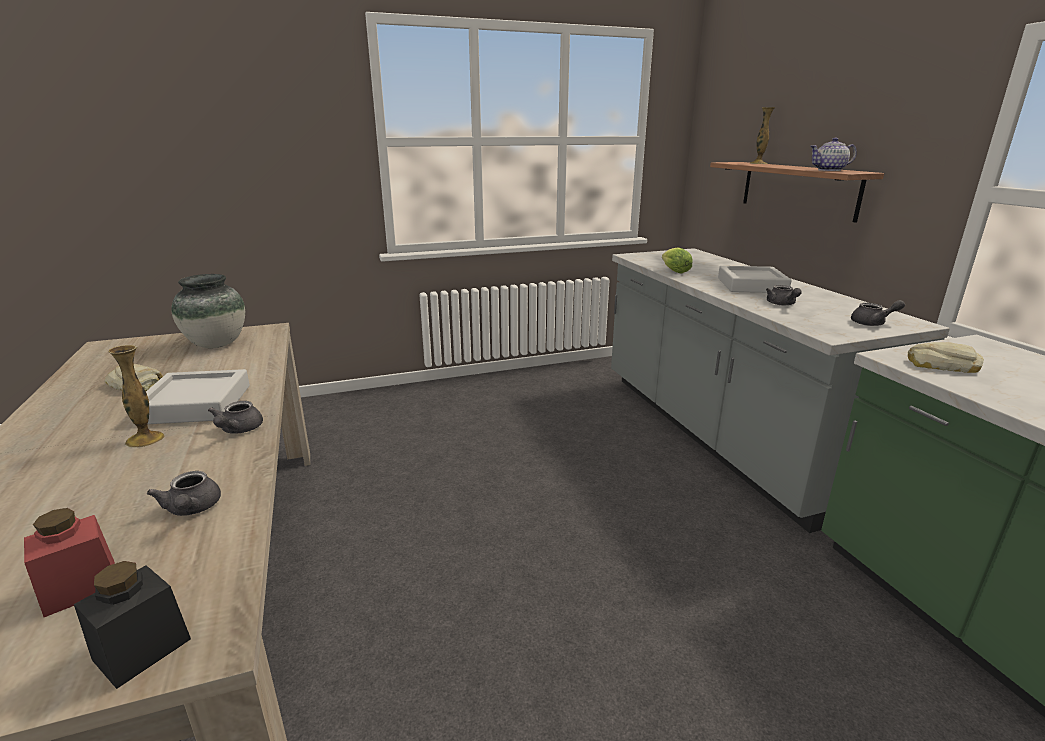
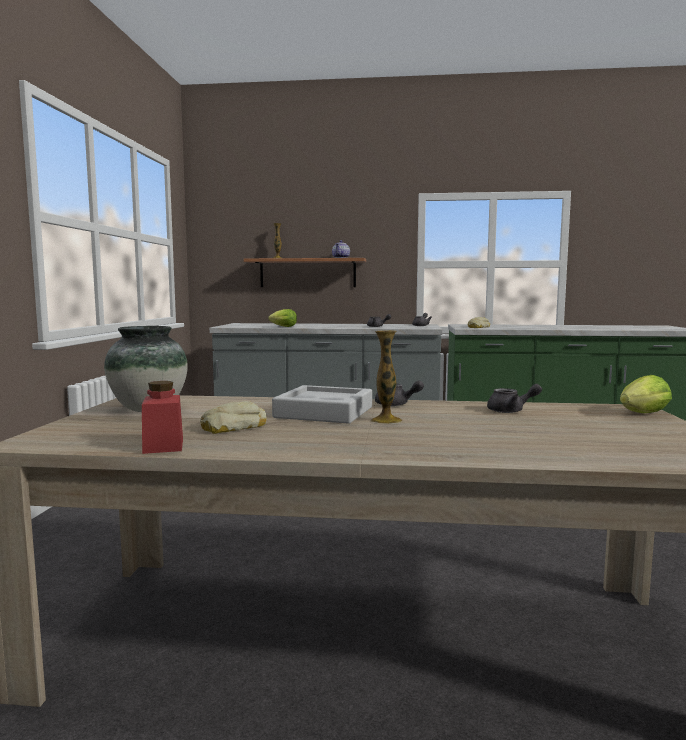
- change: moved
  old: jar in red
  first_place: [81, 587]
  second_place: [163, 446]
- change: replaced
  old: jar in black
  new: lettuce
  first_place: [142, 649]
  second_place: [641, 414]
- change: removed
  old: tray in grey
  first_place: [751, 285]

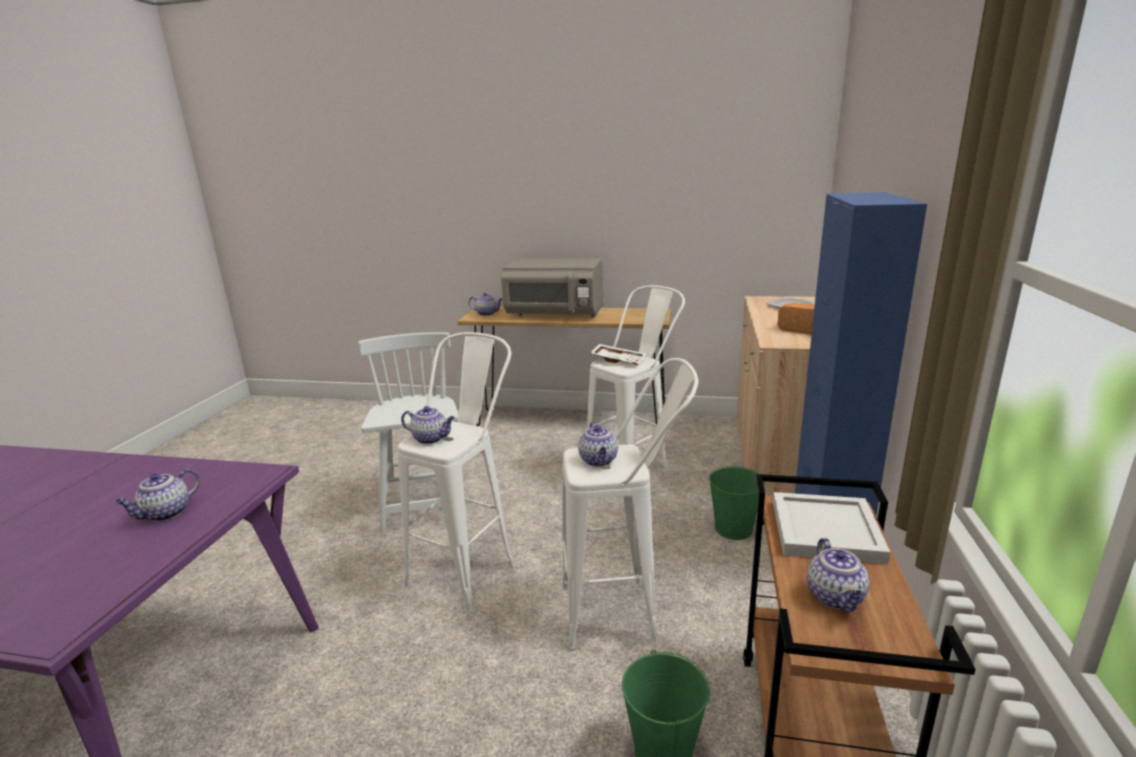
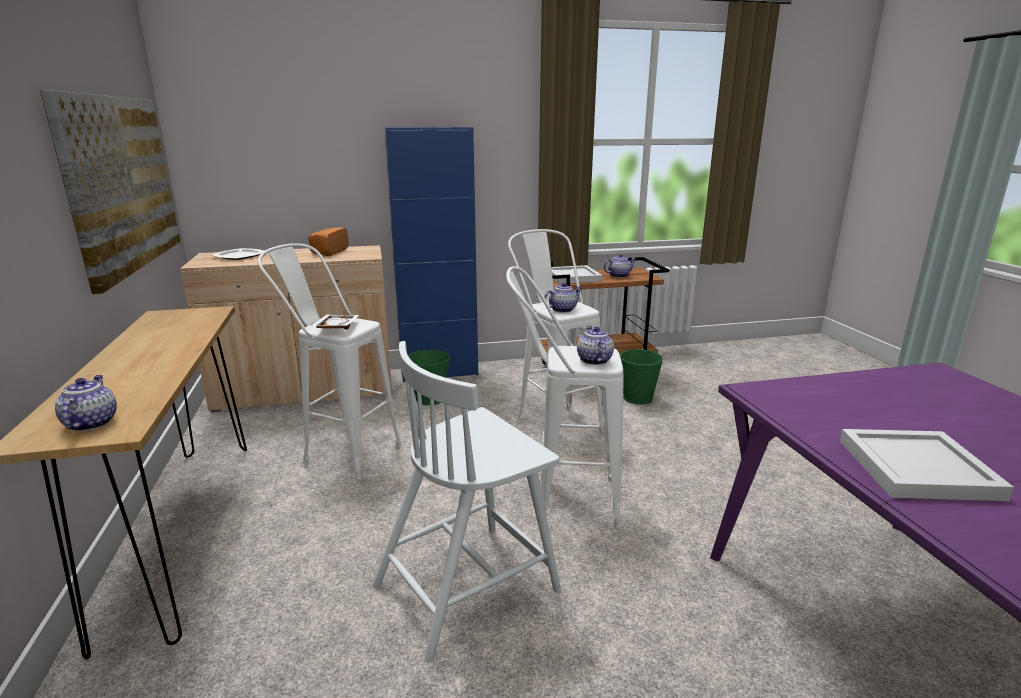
- change: added
  new: picture
  second_place: [121, 183]
- change: added
  new: tray in white
  second_place: [914, 467]
- change: removed
  old: teapot
  first_place: [165, 514]
- change: removed
  old: microwave in grey
  first_place: [555, 314]

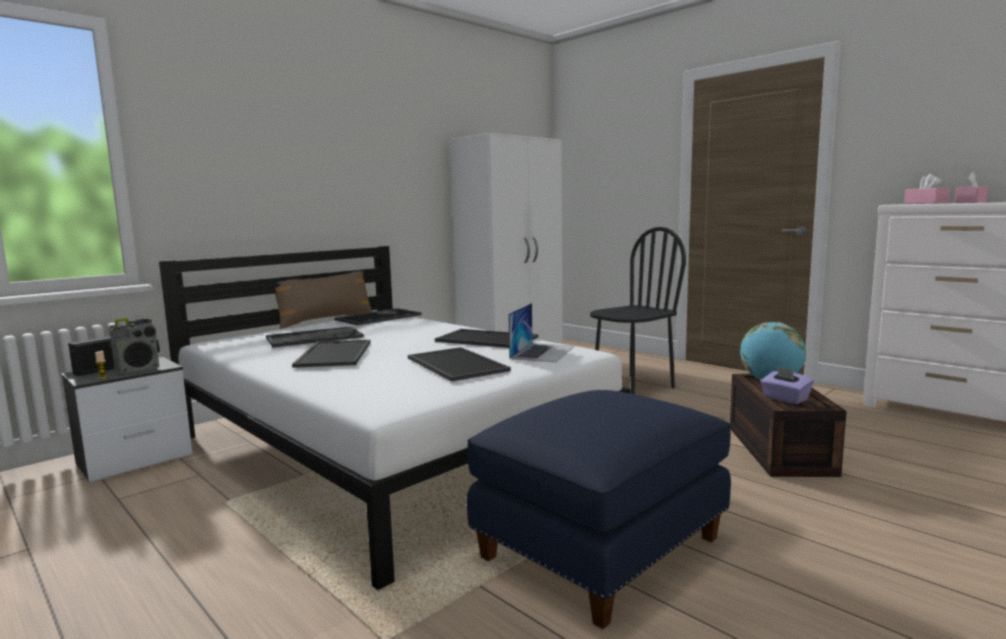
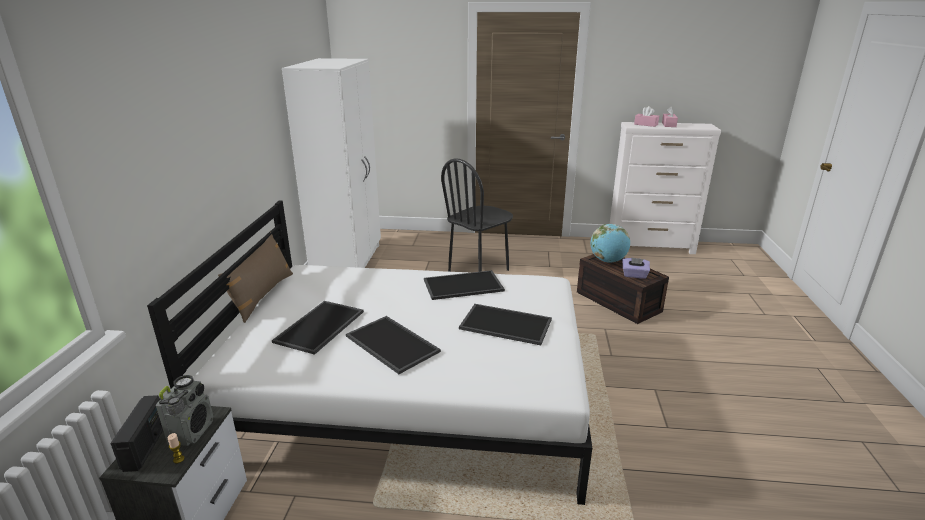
- change: turned
  old: chair in black
  first_place: [632, 387]
  second_place: [479, 271]
  degrees: -150
- change: removed
  old: tray
  first_place: [378, 317]
- change: removed
  old: ottoman in blue
  first_place: [600, 547]
- change: removed
  old: laptop
  first_place: [543, 352]

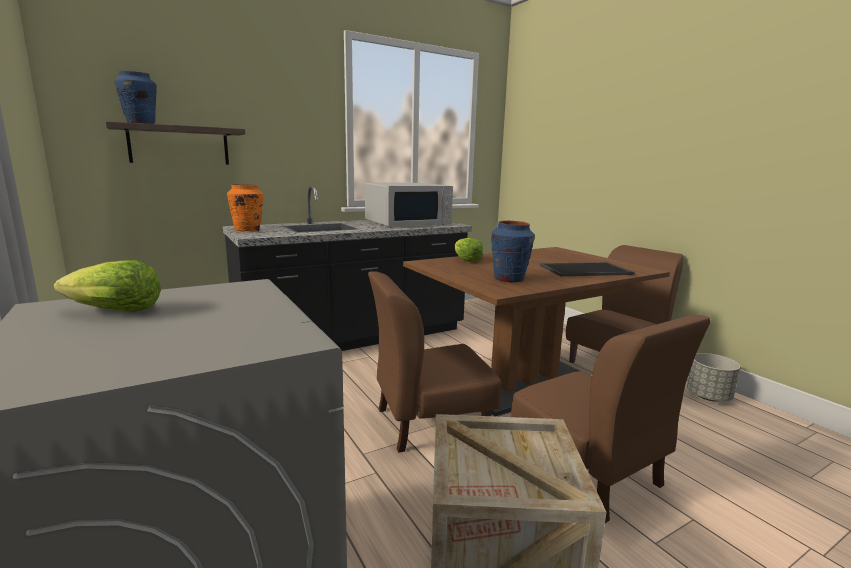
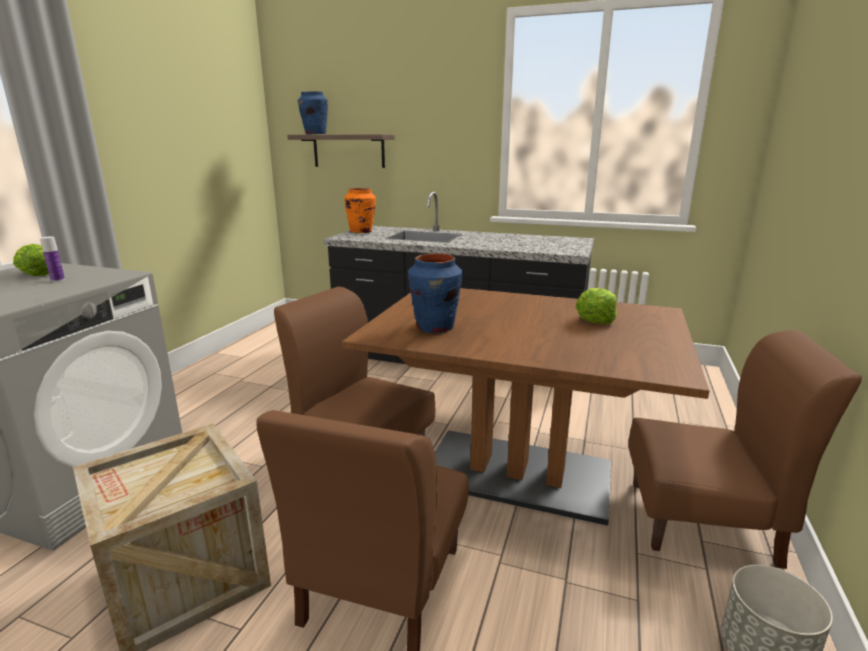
- change: added
  new: bottle
  second_place: [57, 280]
- change: moved
  old: lettuce
  first_place: [466, 260]
  second_place: [595, 319]
- change: removed
  old: microwave in white
  first_place: [408, 223]
- change: removed
  old: tray
  first_place: [585, 269]

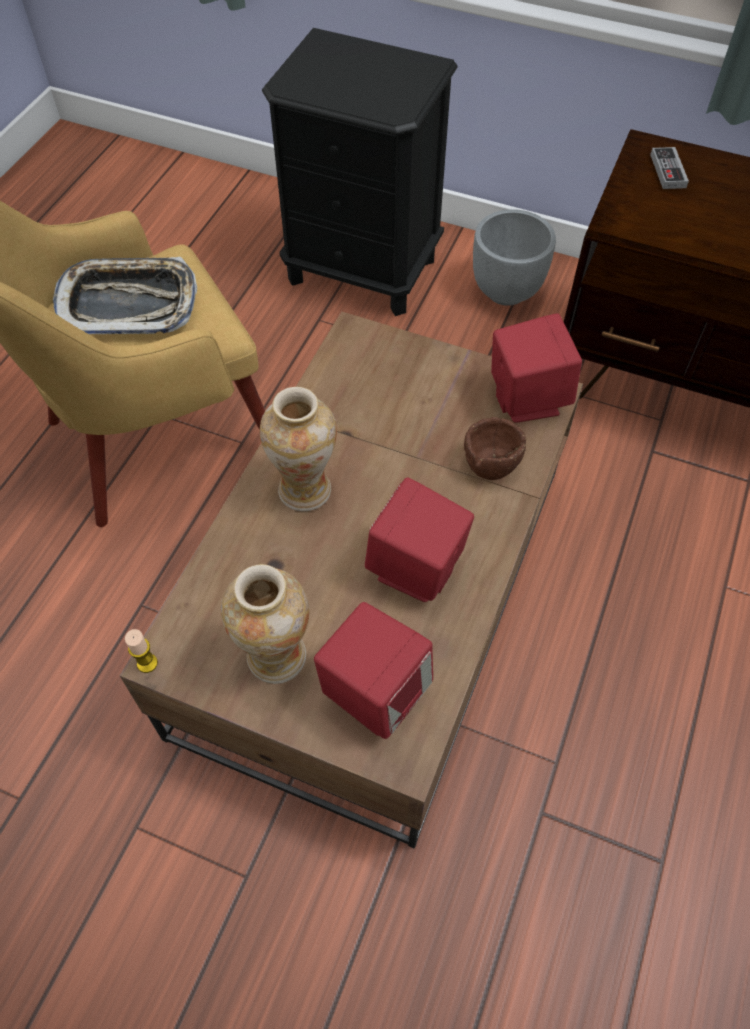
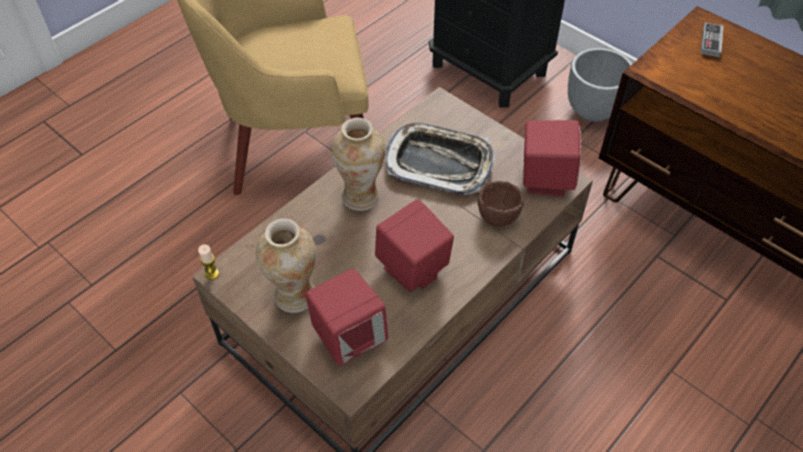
- change: moved
  old: tray
  first_place: [128, 304]
  second_place: [439, 163]

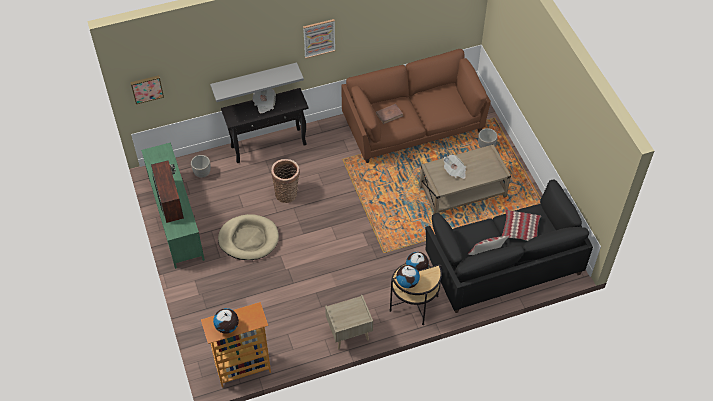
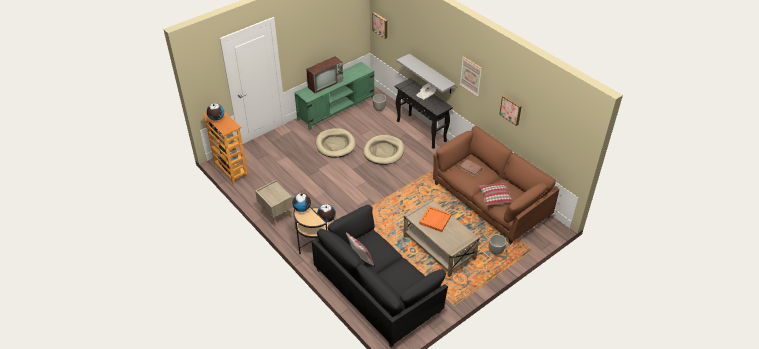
- change: replaced
  old: basket
  new: dog bed in beige
  first_place: [287, 193]
  second_place: [384, 151]
- change: replaced
  old: newspaper
  new: tray in orange
  first_place: [454, 171]
  second_place: [435, 220]
- change: moved
  old: pillow
  first_place: [520, 230]
  second_place: [494, 197]
- change: added
  new: picture
  second_place: [511, 109]

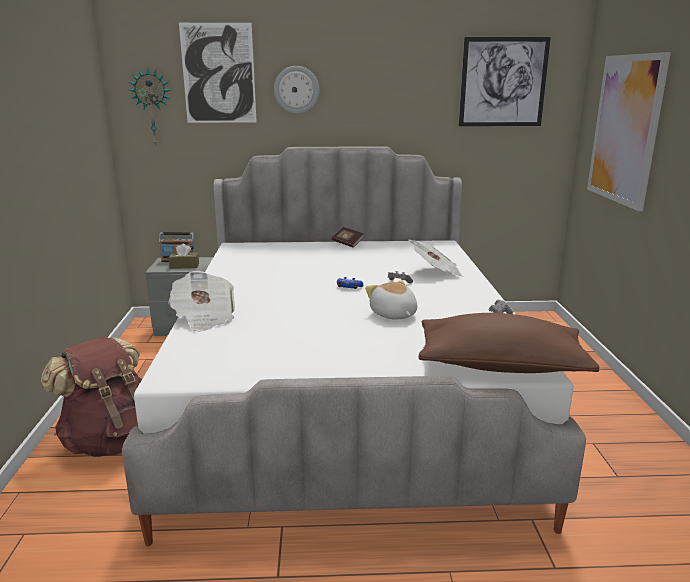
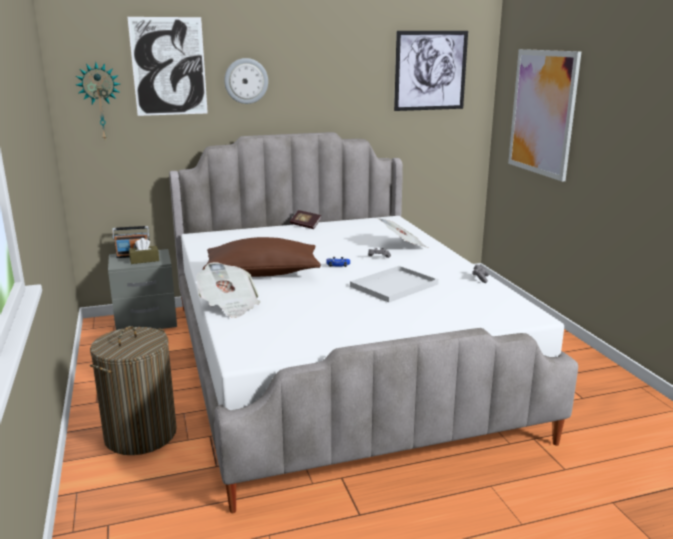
- change: replaced
  old: backpack in brown
  new: laundry basket
  first_place: [113, 441]
  second_place: [140, 434]
- change: moved
  old: pillow in brown
  first_place: [500, 365]
  second_place: [262, 273]
- change: replaced
  old: plush toy
  new: tray in white
  first_place: [393, 315]
  second_place: [393, 286]

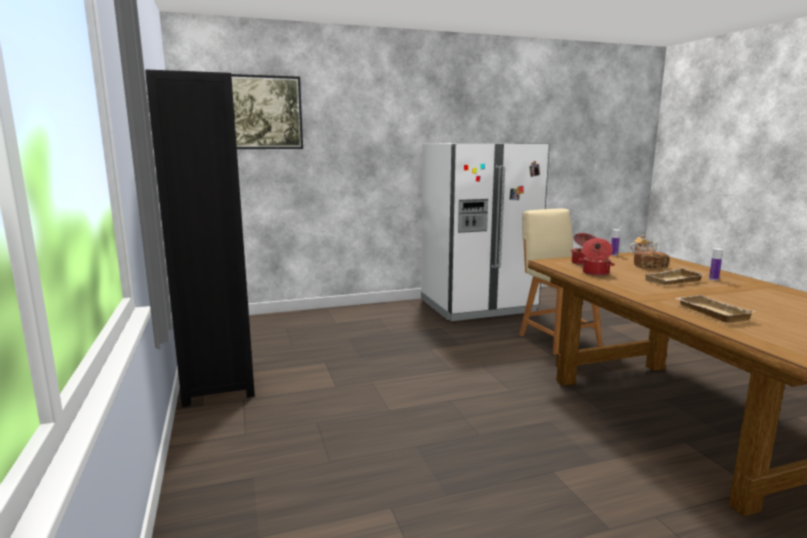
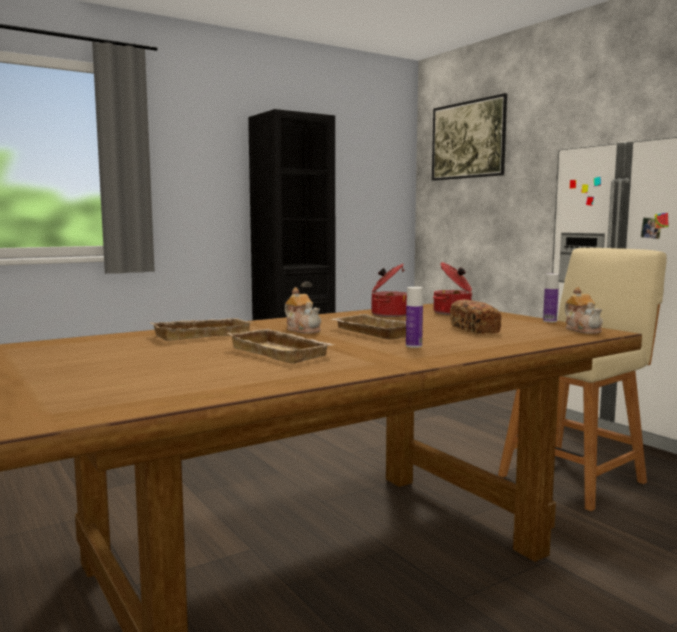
- change: added
  new: tray in beige
  second_place: [282, 352]
- change: added
  new: teapot
  second_place: [303, 330]

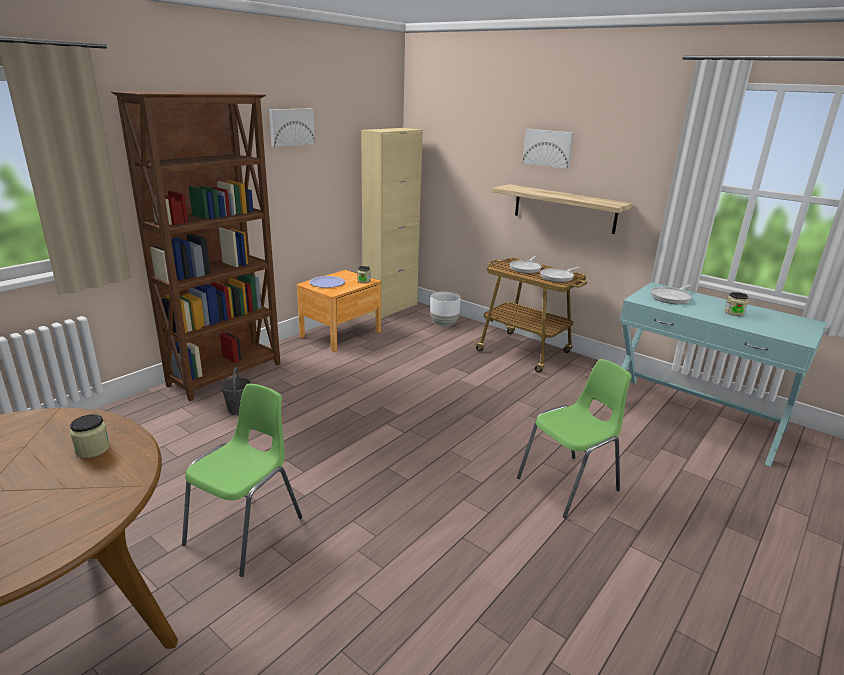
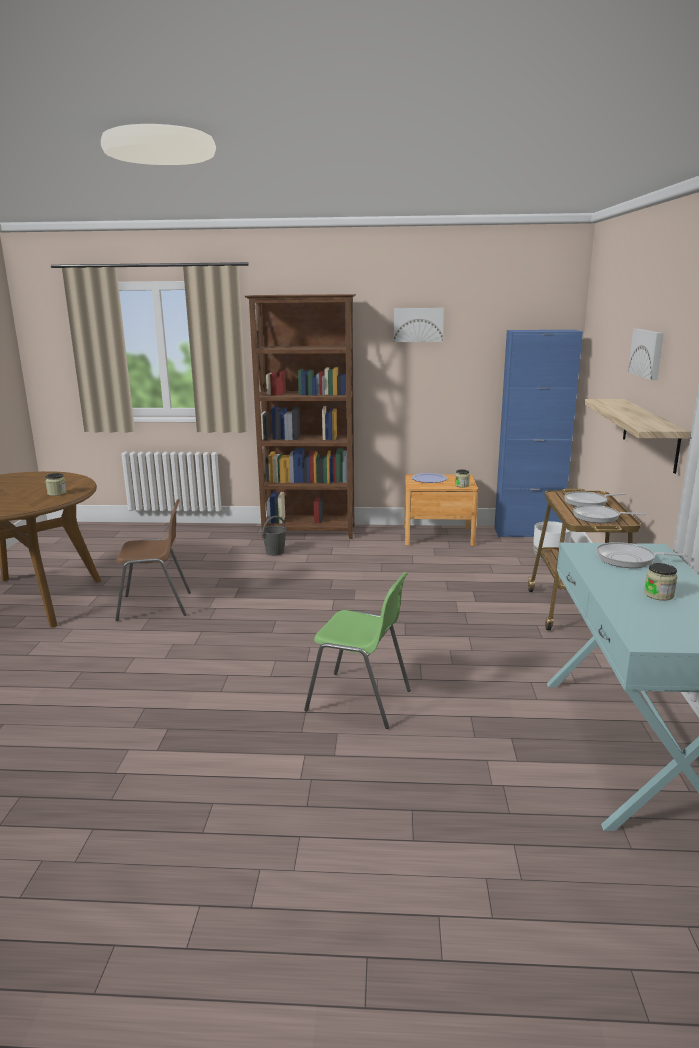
- change: recoloured
  old: chair in green
  new: chair in brown
  first_place: [246, 531]
  second_place: [155, 606]
- change: recoloured
  old: cabinet in beige
  new: cabinet in blue
  first_place: [390, 308]
  second_place: [527, 533]

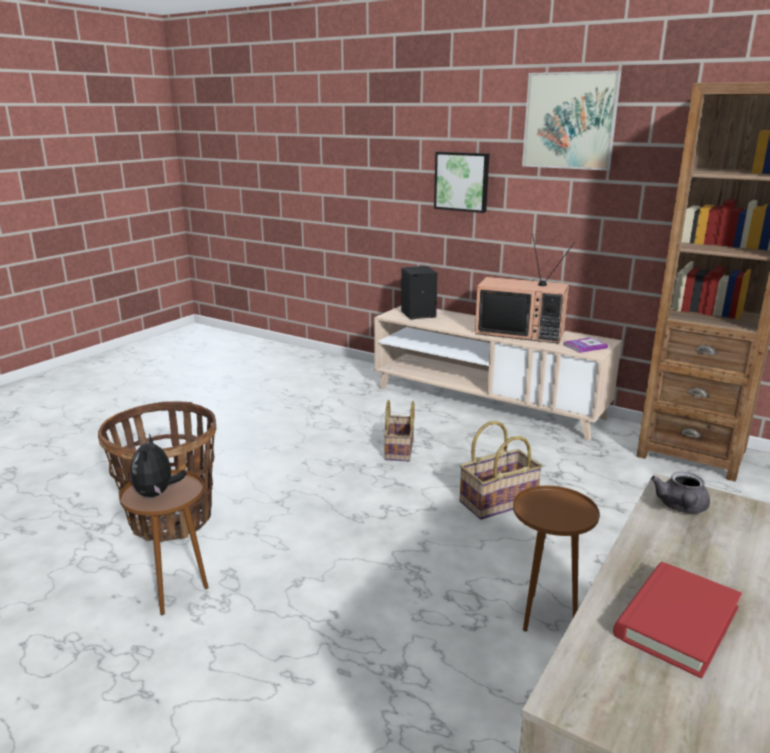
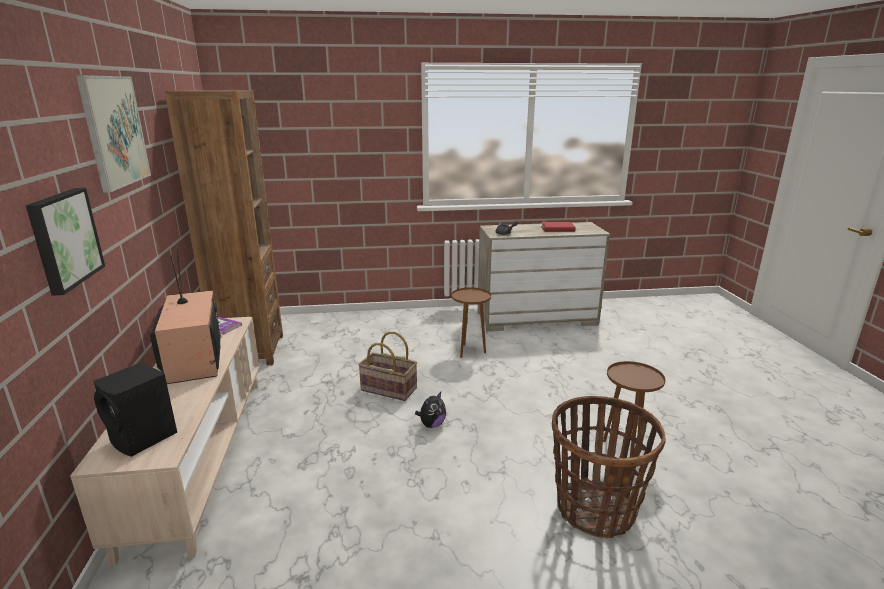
- change: moved
  old: plush toy
  first_place: [157, 493]
  second_place: [432, 425]
- change: removed
  old: basket
  first_place: [400, 450]

